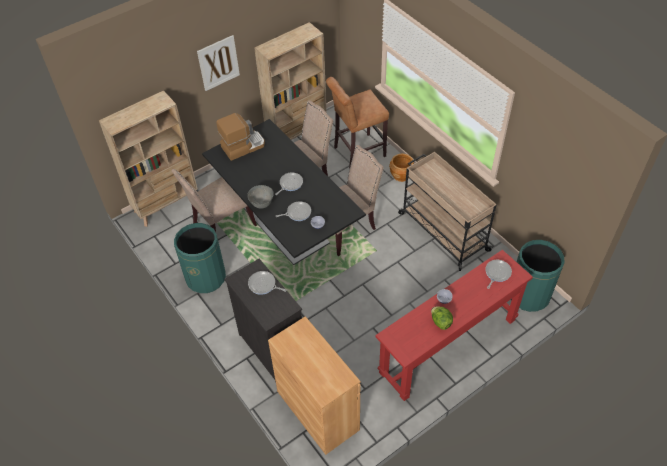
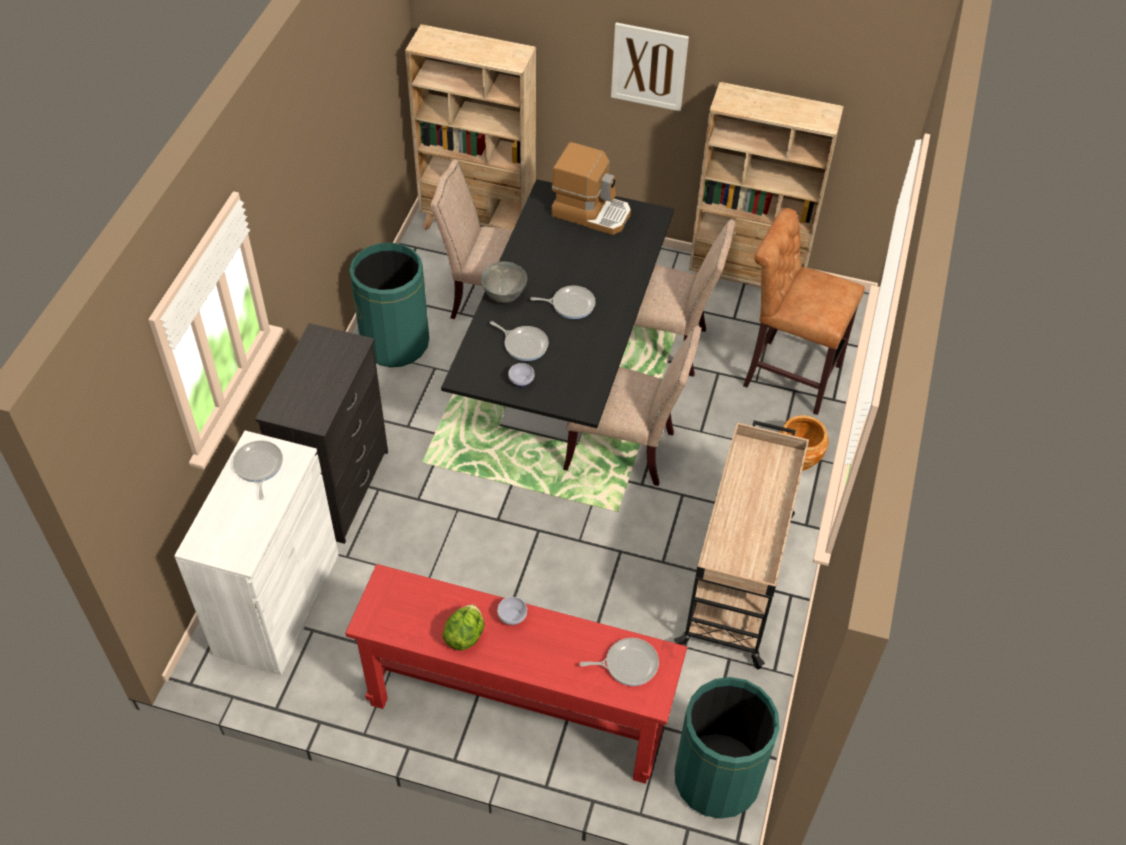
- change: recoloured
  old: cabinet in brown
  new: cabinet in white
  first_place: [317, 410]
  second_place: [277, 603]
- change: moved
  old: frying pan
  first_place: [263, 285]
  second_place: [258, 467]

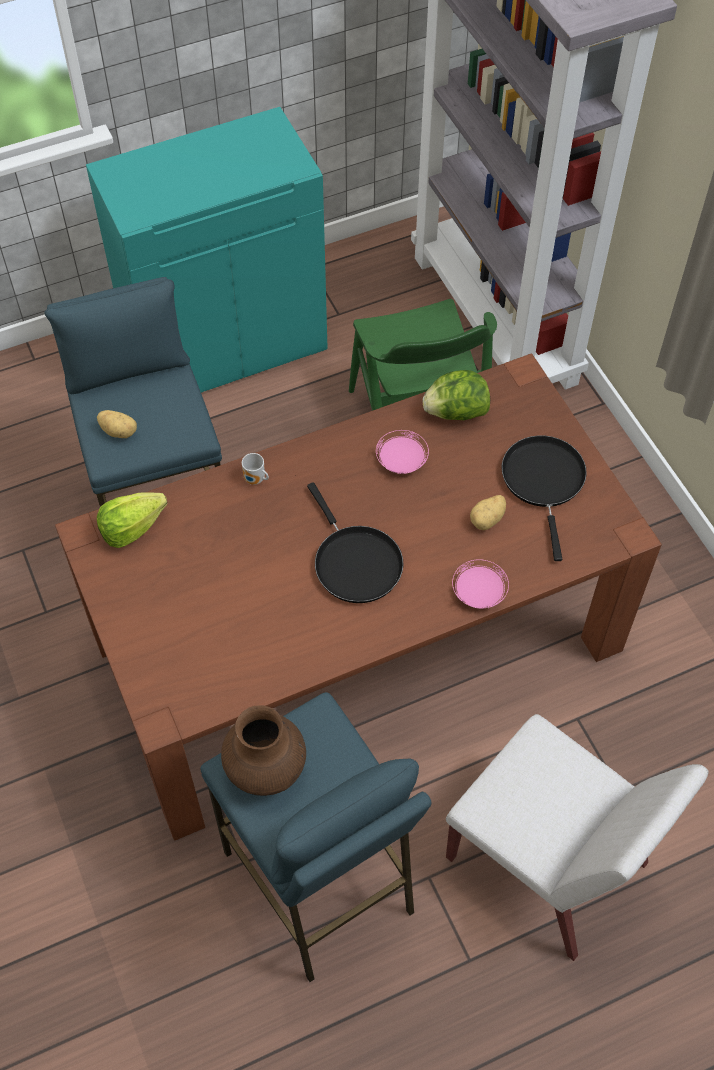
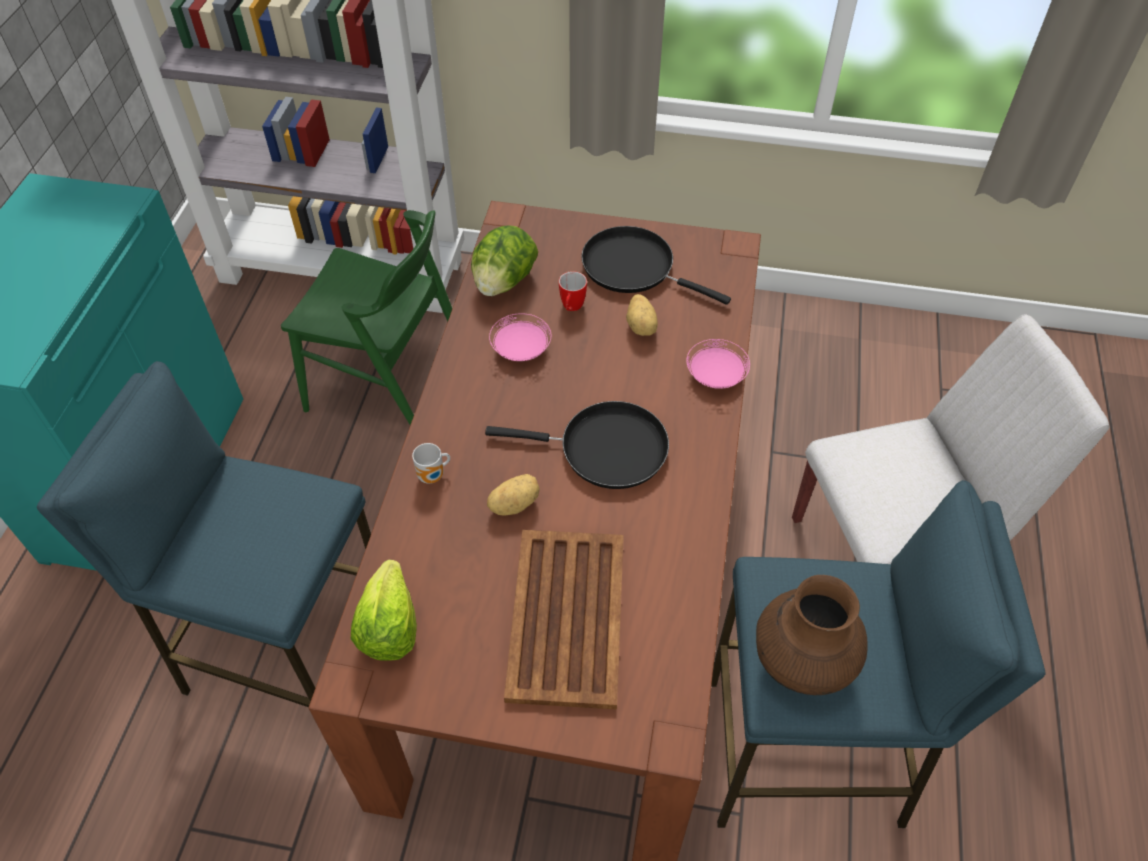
- change: moved
  old: potato
  first_place: [119, 431]
  second_place: [513, 503]
- change: added
  new: tray in brown
  second_place: [567, 615]
- change: added
  new: mug
  second_place: [571, 309]

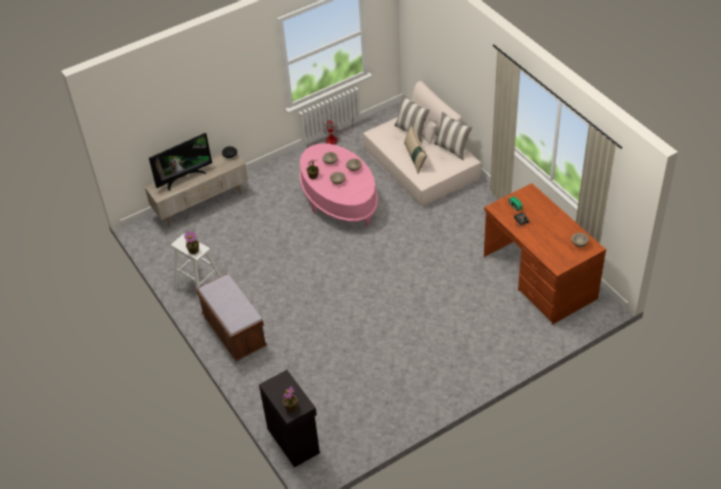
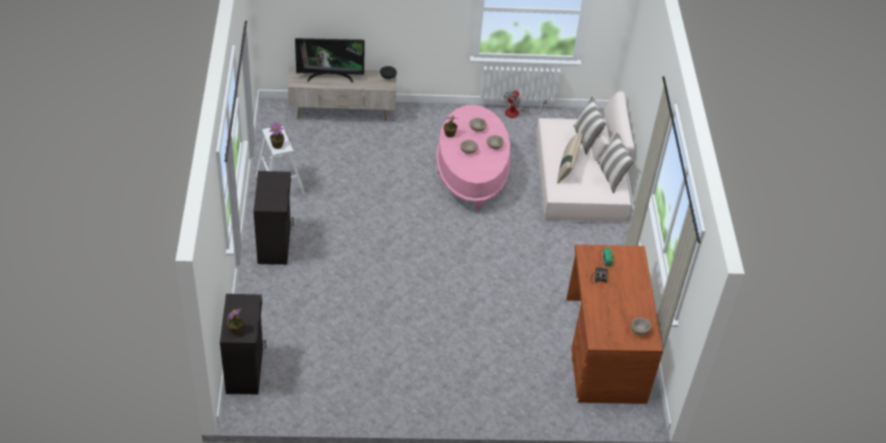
- change: replaced
  old: bench in brown
  new: cabinet in black
  first_place: [234, 332]
  second_place: [275, 243]

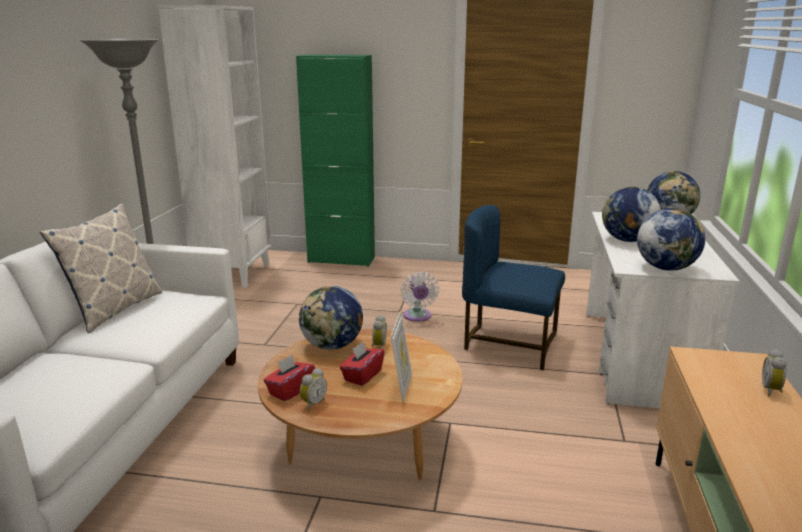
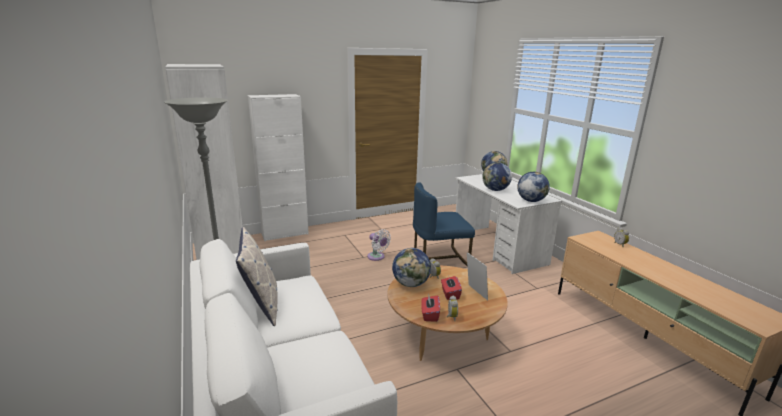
- change: recoloured
  old: cabinet in green
  new: cabinet in white
  first_place: [341, 259]
  second_place: [285, 234]

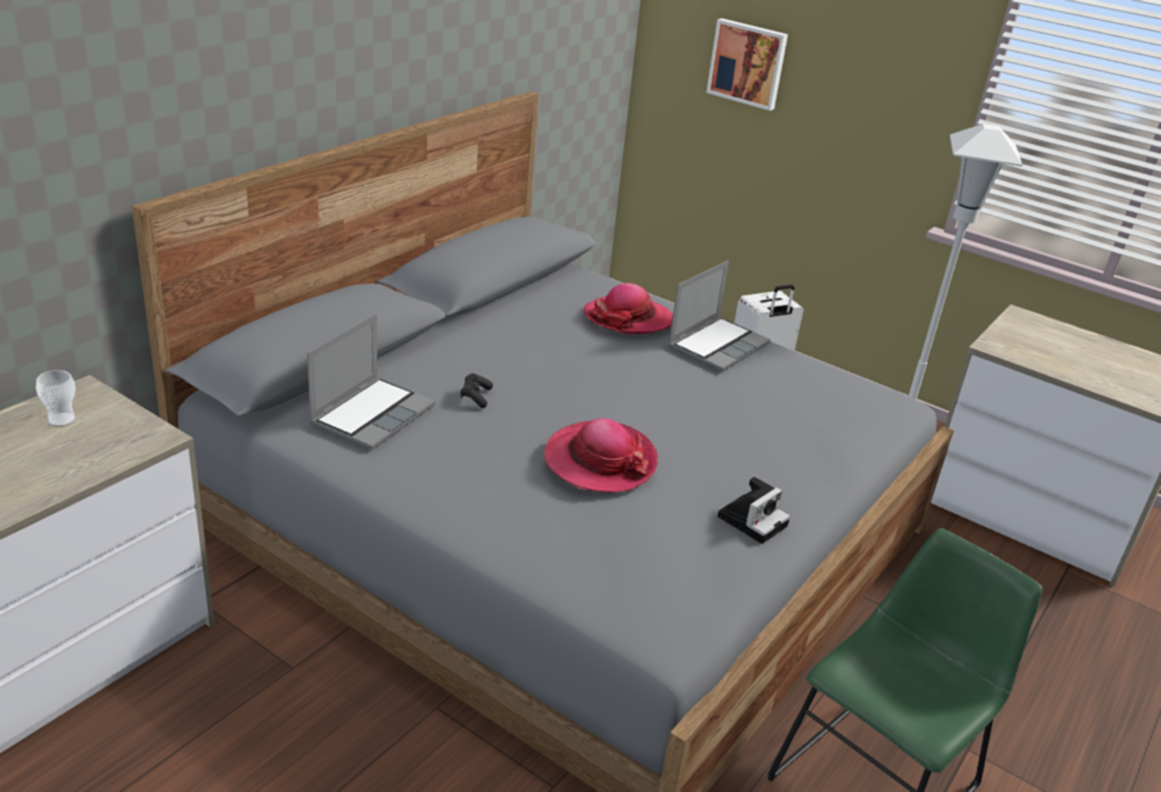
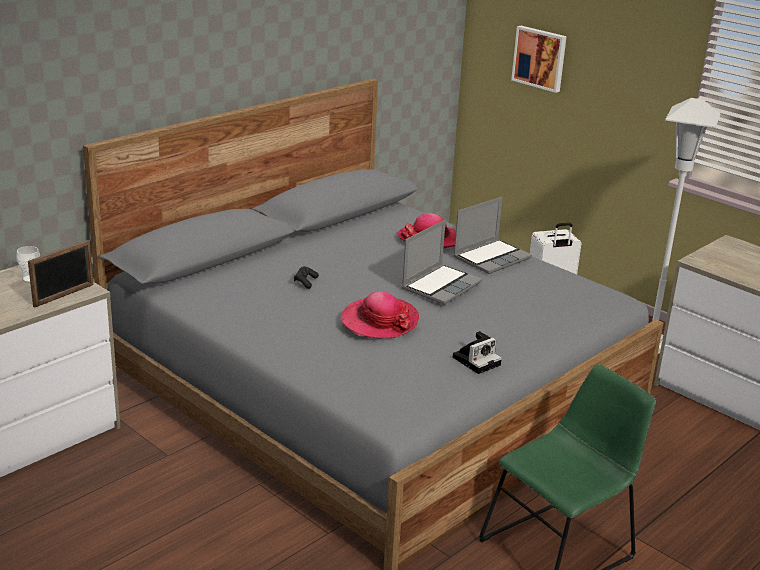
- change: added
  new: picture frame
  second_place: [64, 295]
- change: moved
  old: laptop
  first_place: [372, 414]
  second_place: [441, 285]

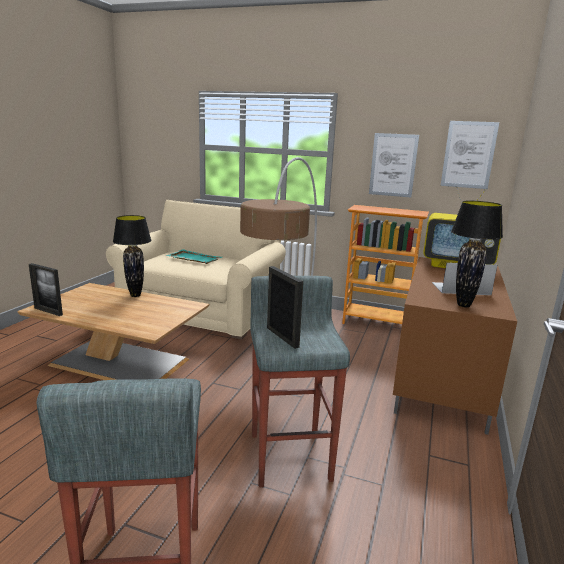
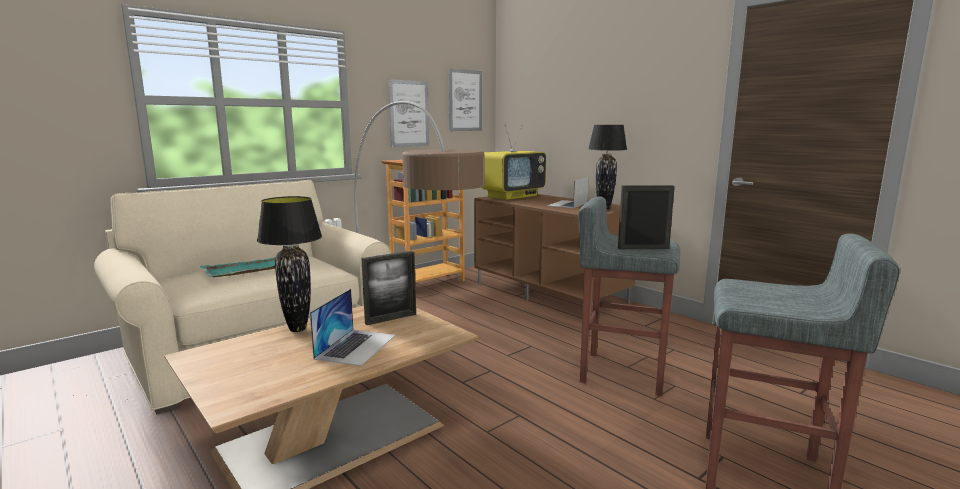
- change: added
  new: laptop
  second_place: [356, 346]
- change: moved
  old: picture frame
  first_place: [48, 311]
  second_place: [391, 319]

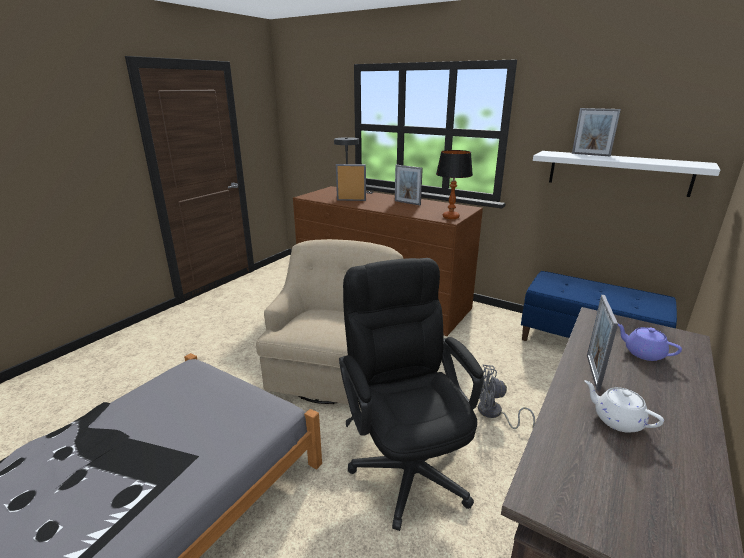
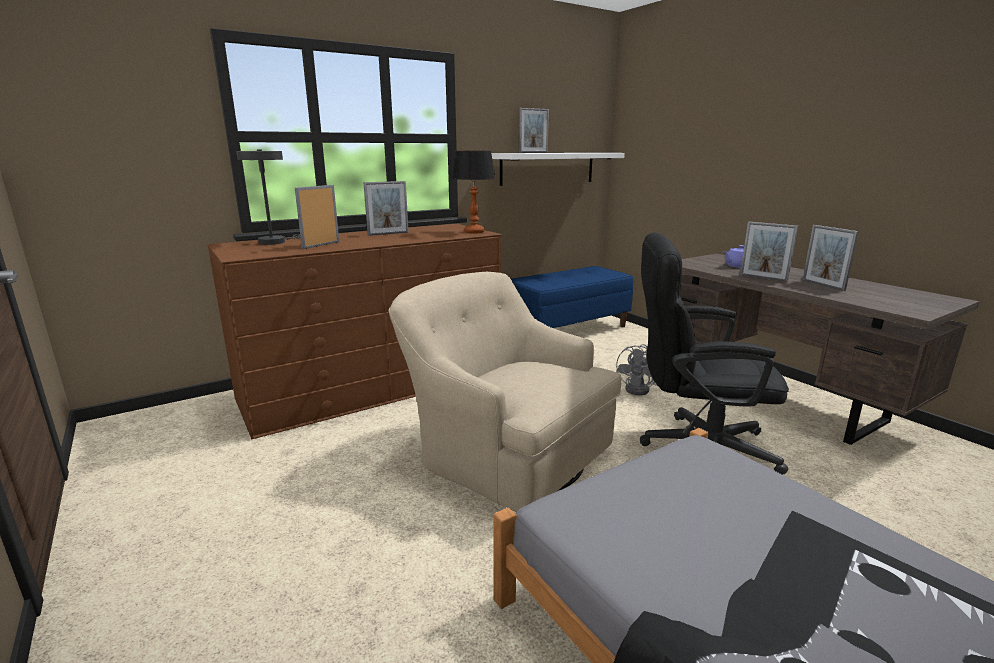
- change: replaced
  old: teapot in white
  new: picture frame
  first_place: [617, 420]
  second_place: [823, 285]

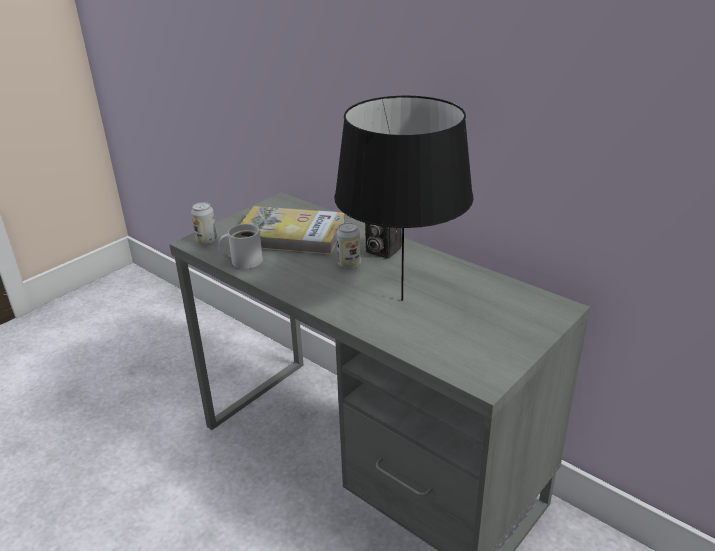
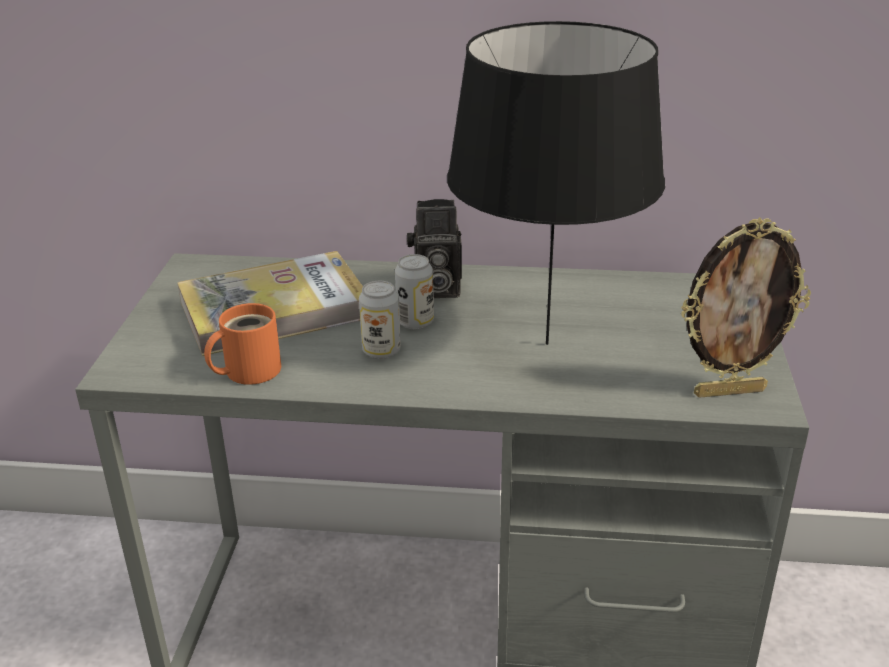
- change: recoloured
  old: mug in white
  new: mug in orange
  first_place: [244, 260]
  second_place: [247, 370]
- change: moved
  old: can
  first_place: [206, 241]
  second_place: [381, 351]
- change: added
  new: picture frame
  second_place: [729, 391]

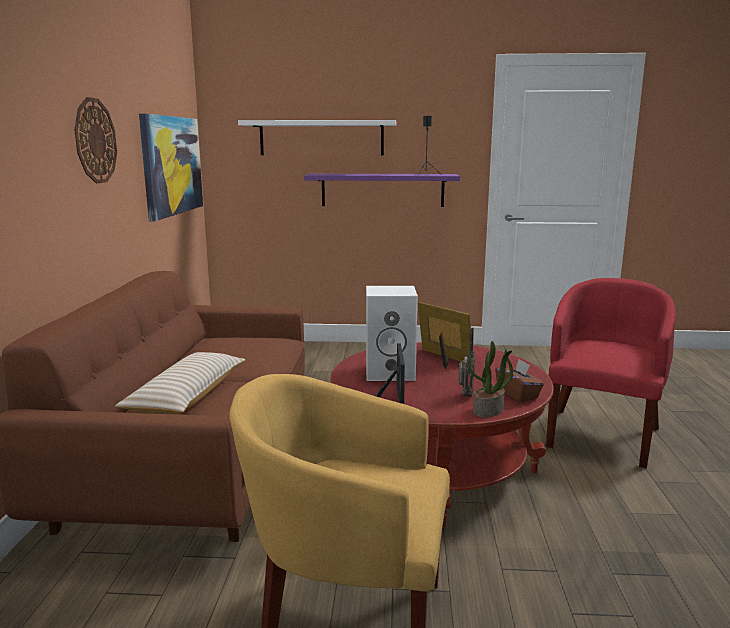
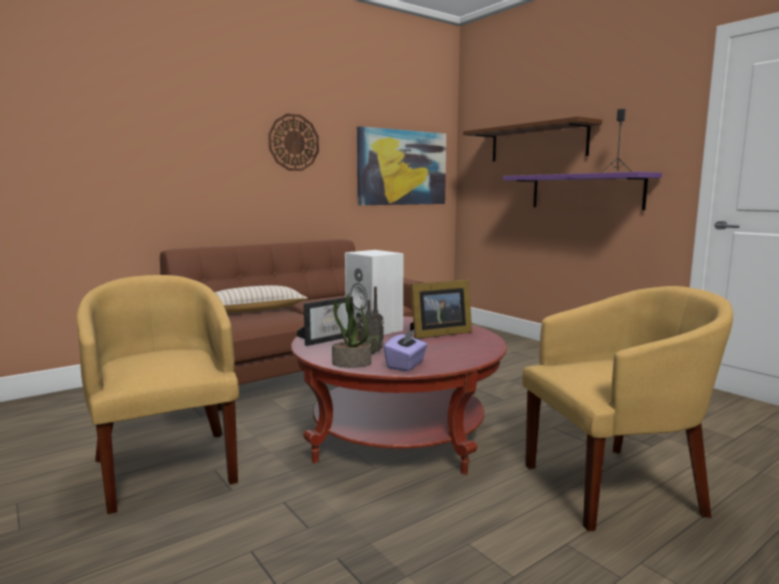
- change: recoloured
  old: tissue box in brown
  new: tissue box in purple
  first_place: [518, 394]
  second_place: [406, 365]
- change: turned
  old: picture frame
  first_place: [443, 359]
  second_place: [438, 333]
  degrees: 60
- change: recoloured
  old: shelf in white
  new: shelf in brown
  first_place: [321, 138]
  second_place: [537, 143]
- change: recoloured
  old: armchair in red
  new: armchair in yellow
  first_place: [601, 434]
  second_place: [615, 486]

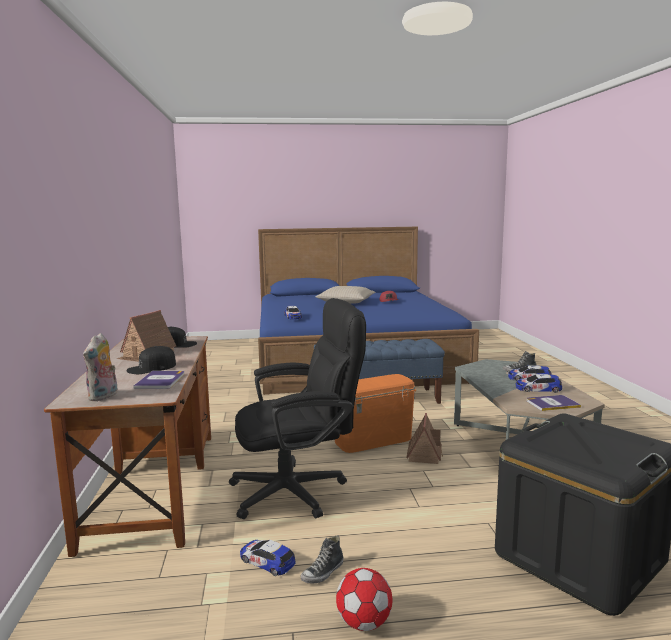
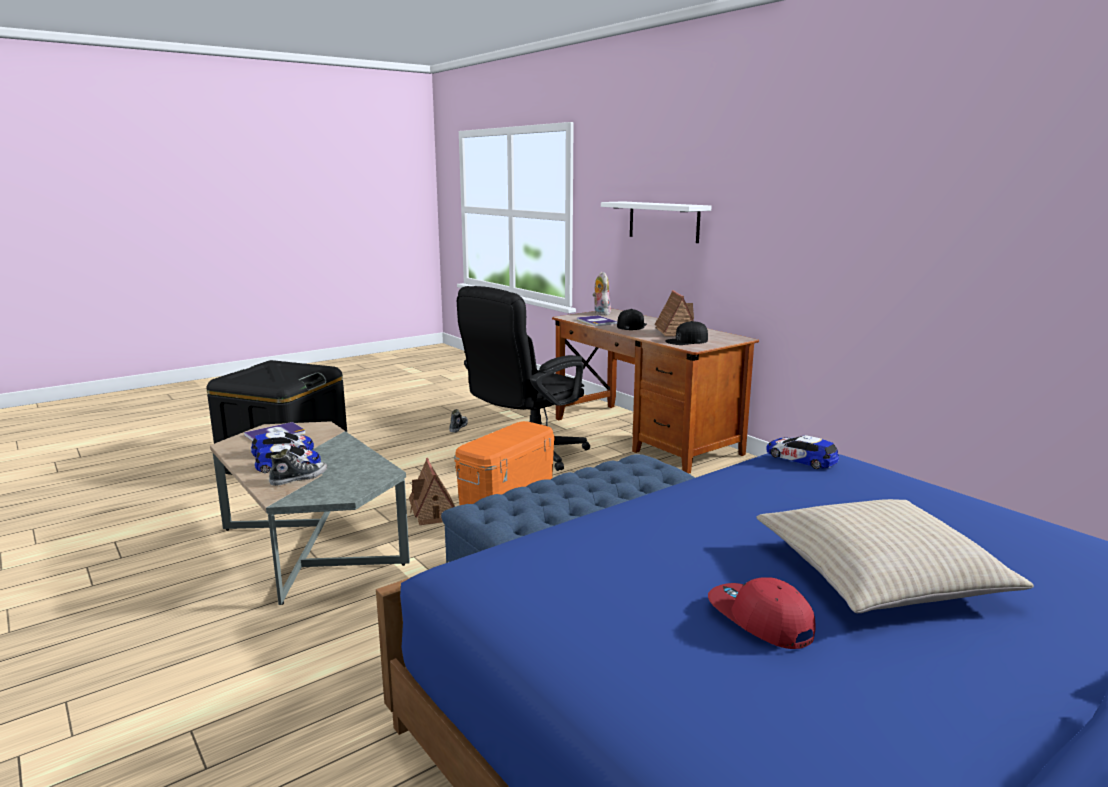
- change: added
  new: shelf in white
  second_place: [663, 221]
- change: removed
  old: toy car
  first_place: [267, 561]
- change: removed
  old: football
  first_place: [364, 623]

